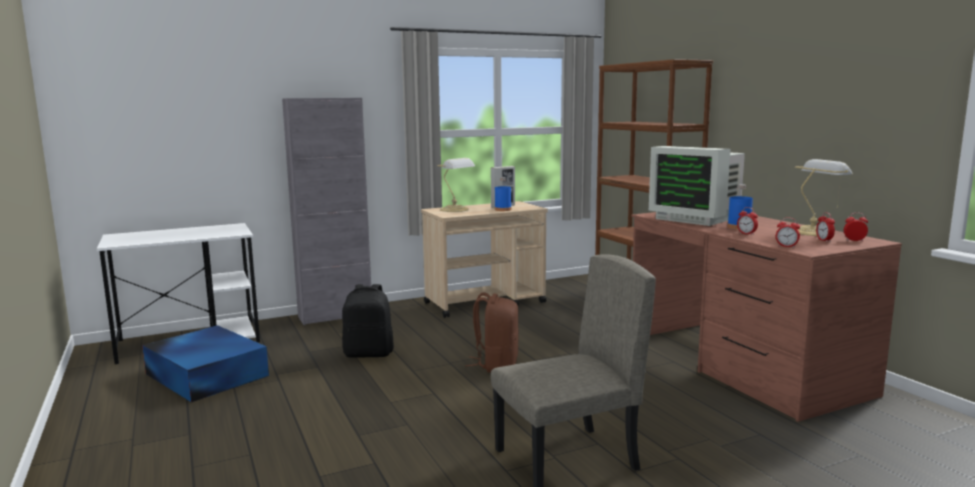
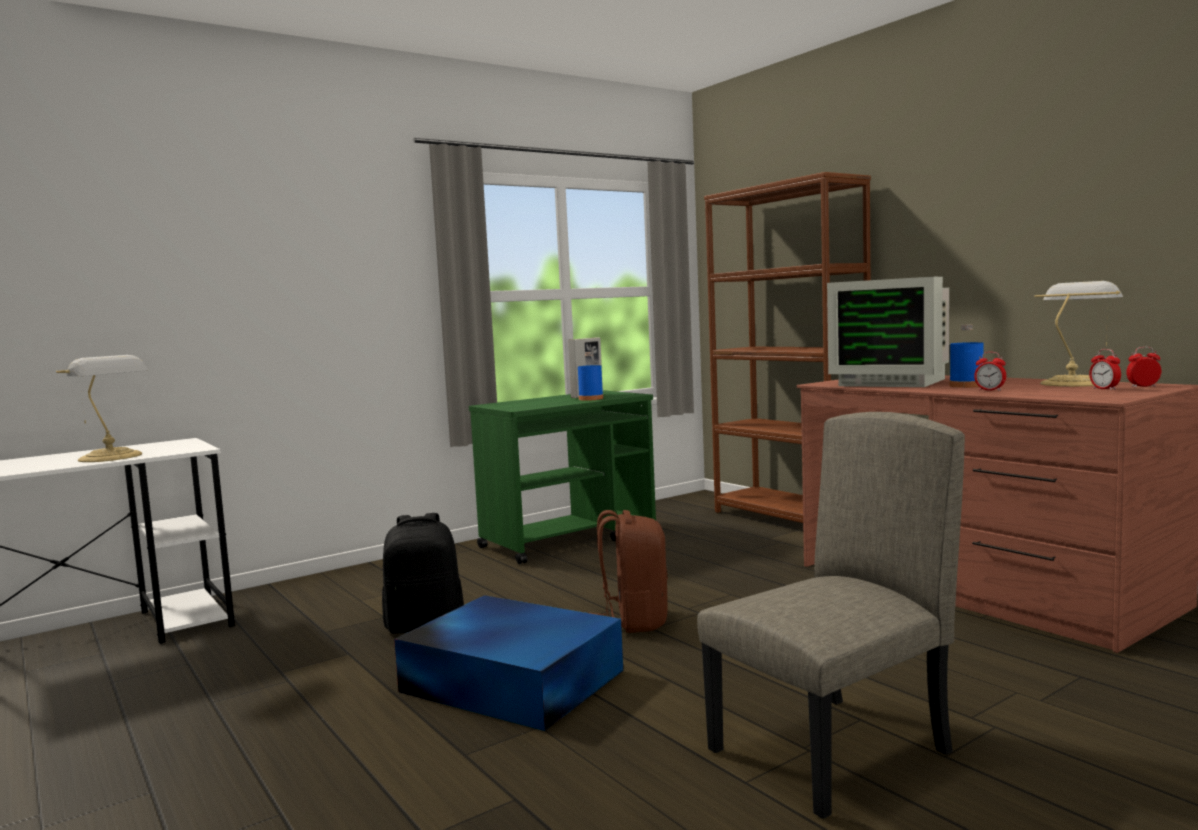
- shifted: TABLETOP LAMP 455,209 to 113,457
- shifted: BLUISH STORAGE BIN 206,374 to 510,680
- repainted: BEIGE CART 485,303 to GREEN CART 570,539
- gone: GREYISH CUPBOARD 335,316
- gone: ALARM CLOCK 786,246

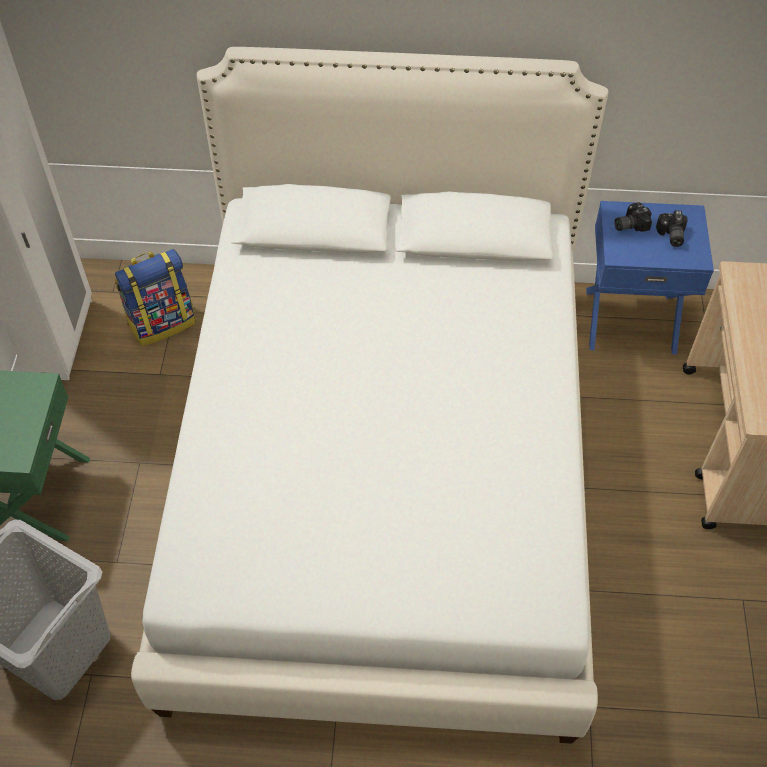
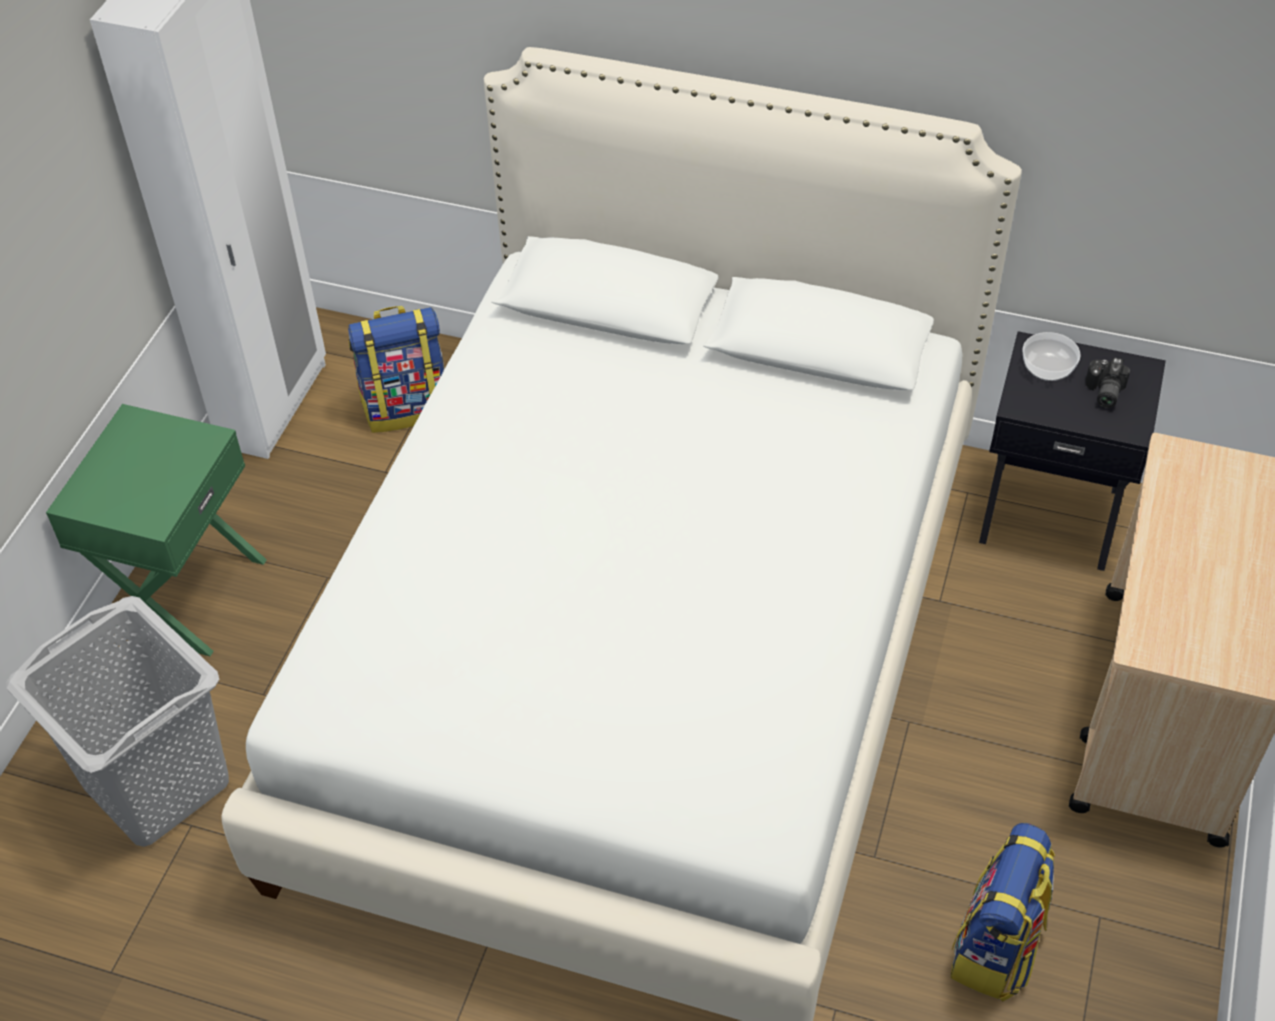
- new: KNAPSACK 996,949
- repainted: BLUISH NIGHTSTAND 630,319 to BLACKISH NIGHTSTAND 1050,512
- swapped: STILL CAMERA 629,224 to SERVING BOWL 1048,368

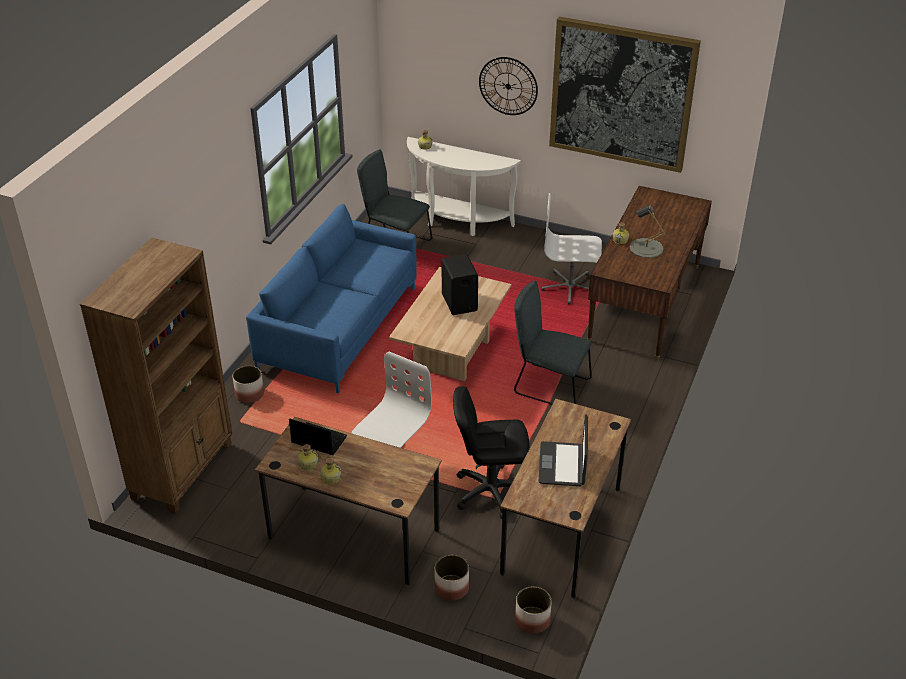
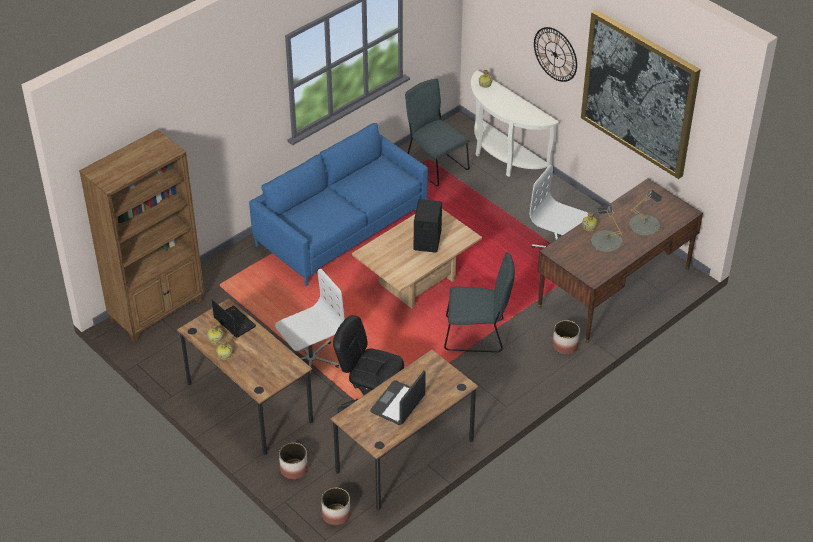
- rotated: GREYISH CHAIR 548,386 = 477,335 135 degrees clockwise
- shifted: PLANTER 249,394 to 565,345
- new: GREYISH TABLETOP LAMP 644,225

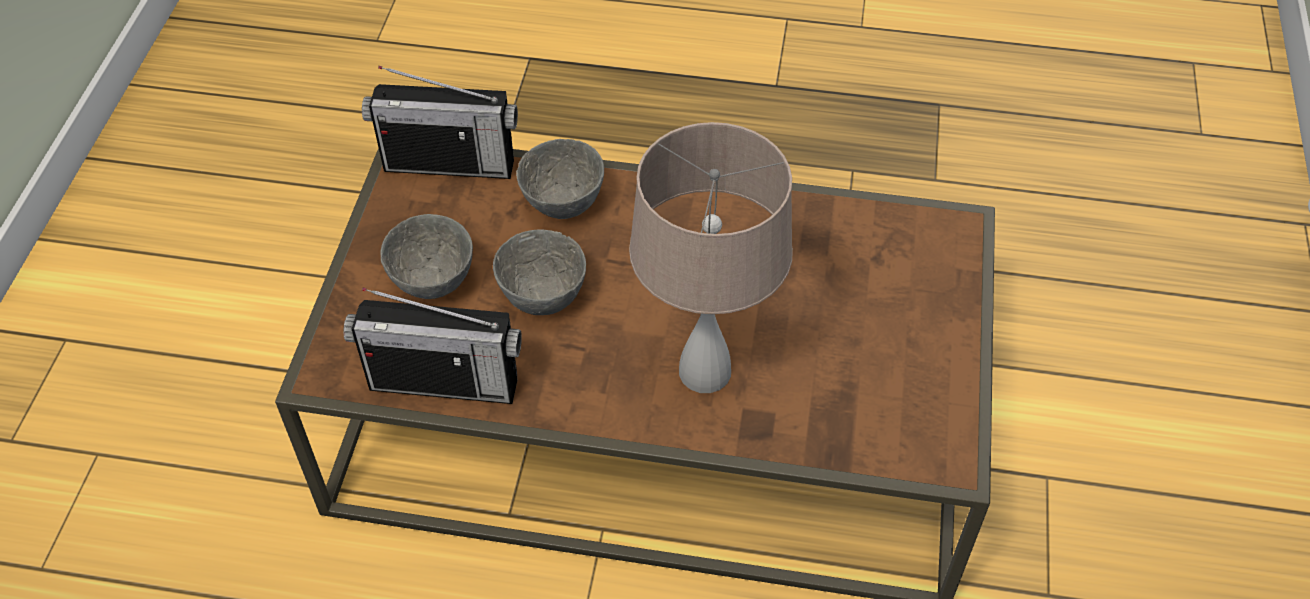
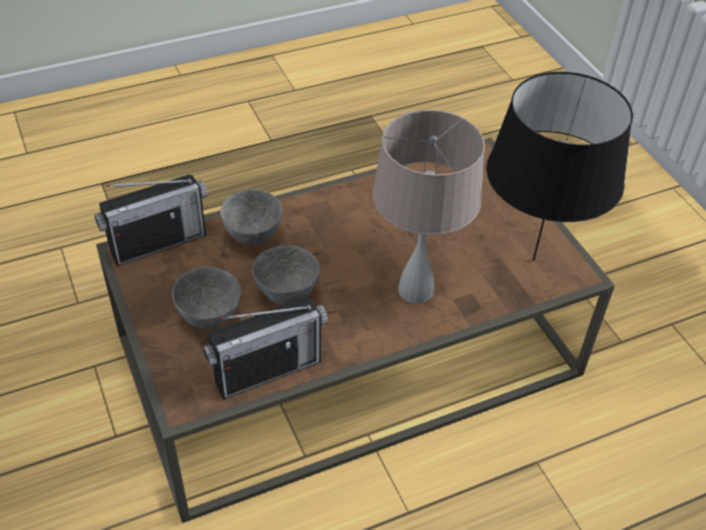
- new: BLACKISH TABLETOP LAMP 533,260

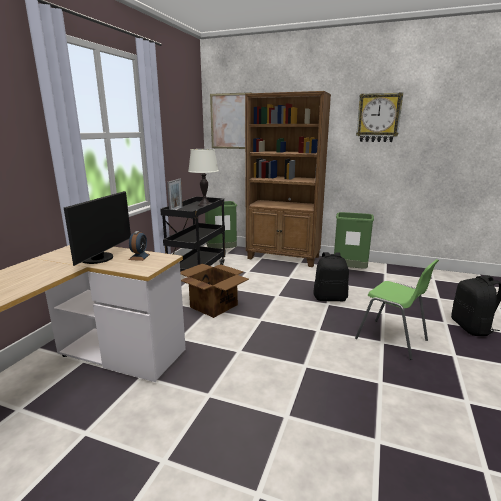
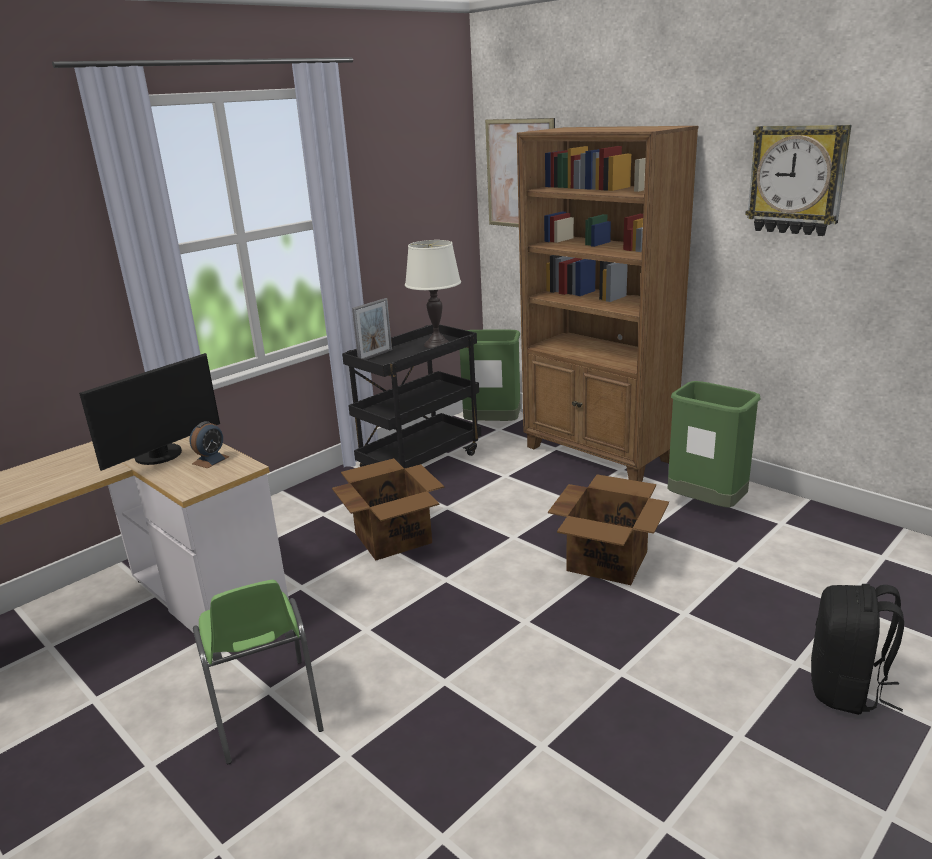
- shifted: GREEN CHAIR 392,339 to 265,710
- swapped: BLACKISH KNAPSACK 330,298 to PACKING BOX 608,560

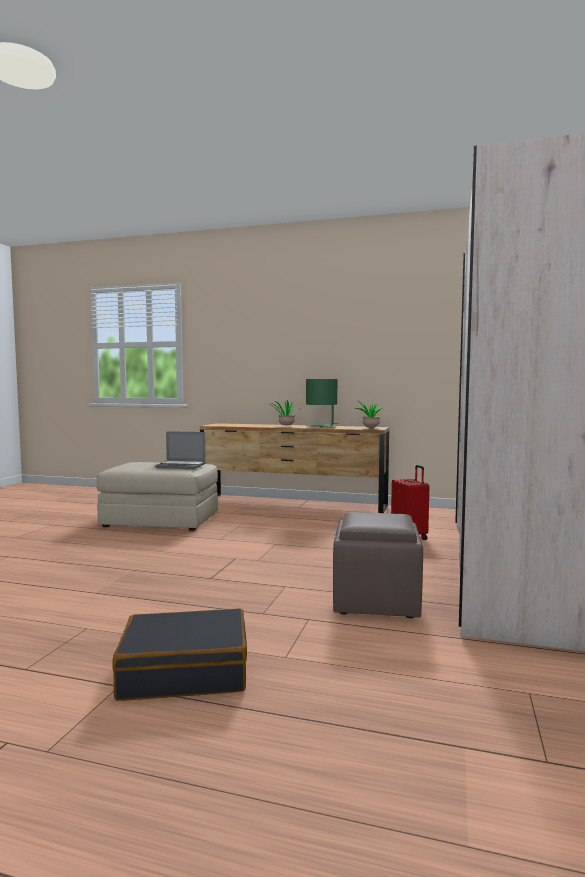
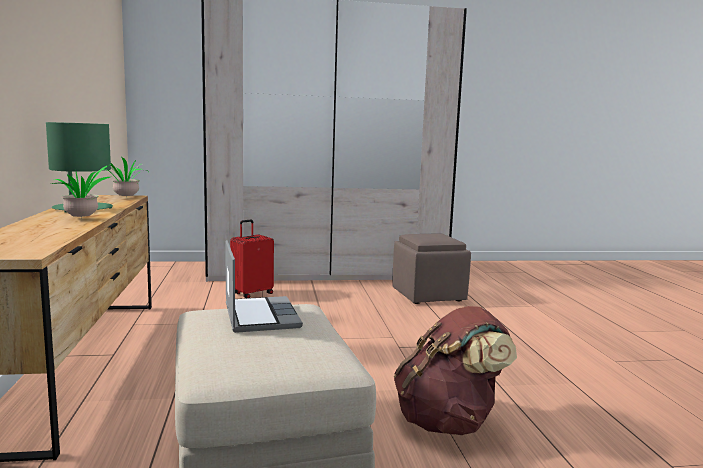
- new: BROWN-COLOURED KNAPSACK 448,423
- gone: BLACKISH SUITCASE 185,671

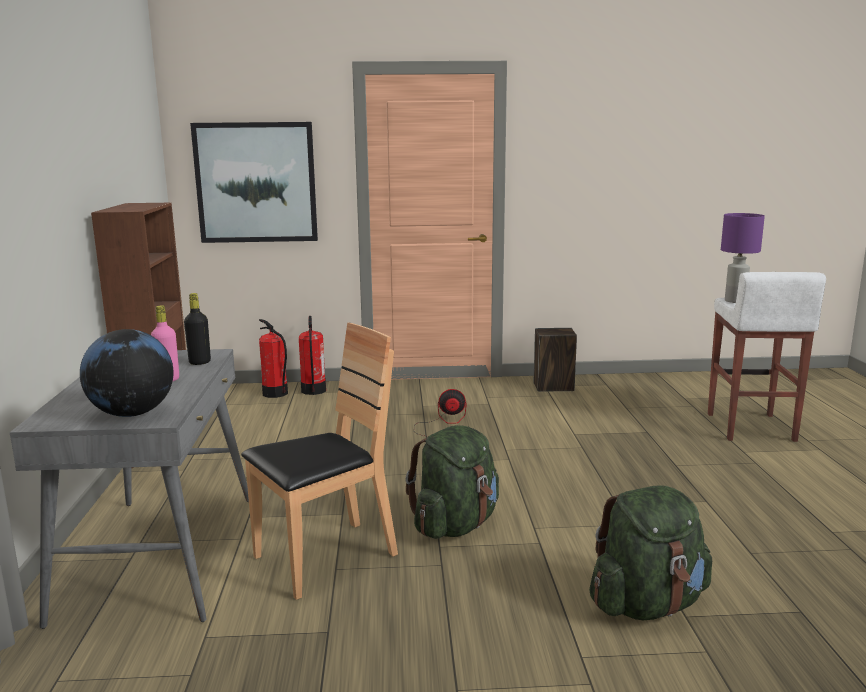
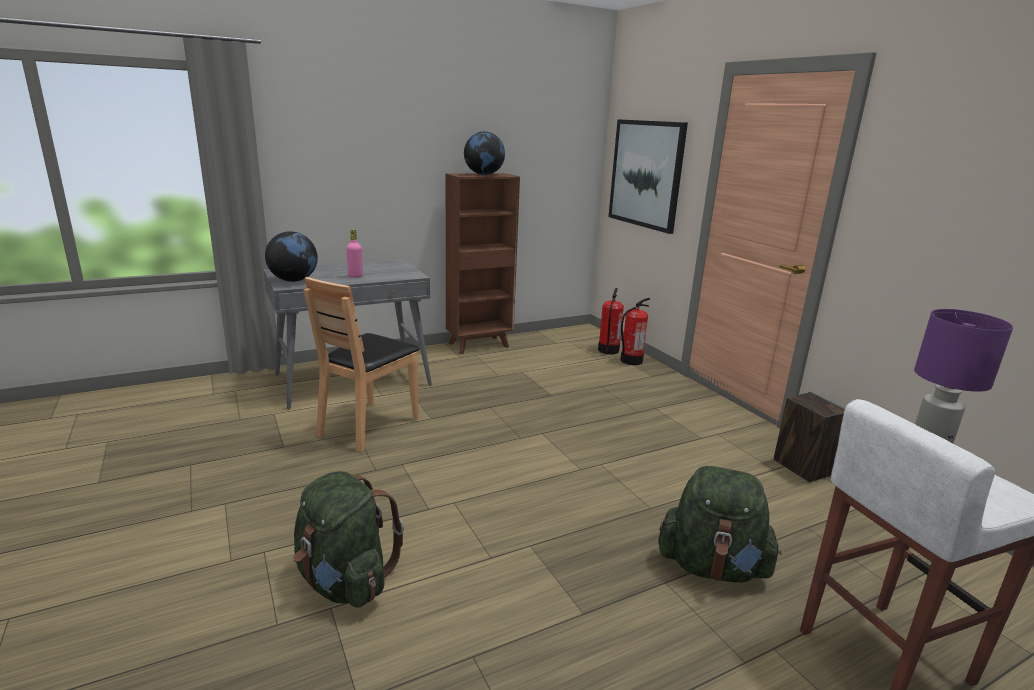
- rotated: BROWN-COLOURED CHAIR 325,558 = 368,426 90 degrees clockwise
- new: GLOBE 484,174
- shifted: GREEN KNAPSACK 455,525 to 712,567
- gone: BLACKISH BOTTLE 200,362
- gone: FAN 442,424

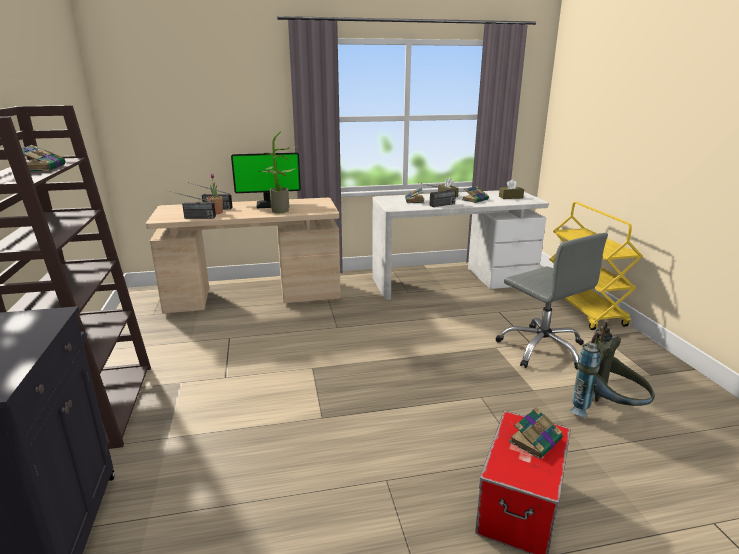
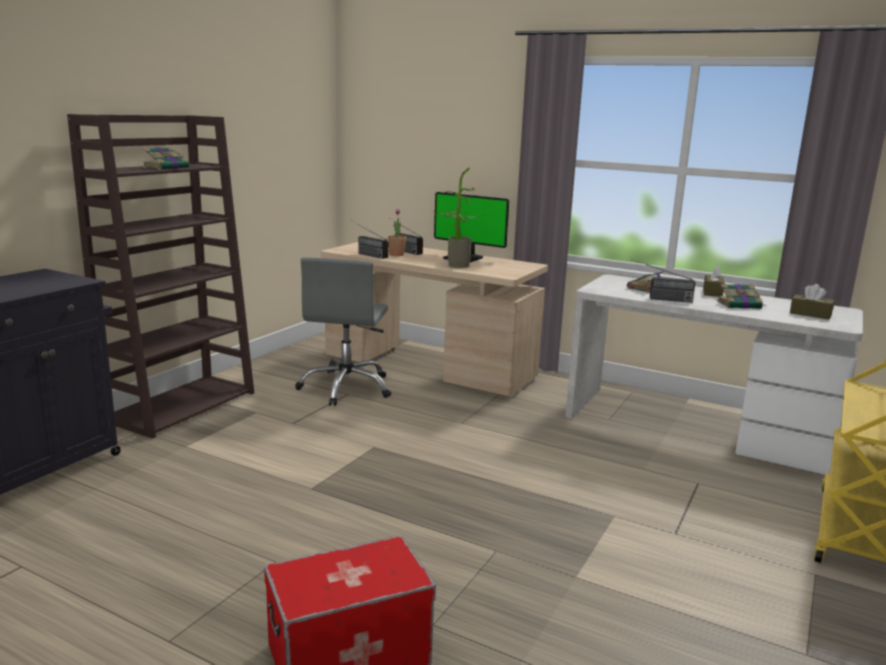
- shifted: GREYISH DESK CHAIR 542,349 to 346,387
- gone: BOOK 536,440
- gone: GREYISH KNAPSACK 607,413

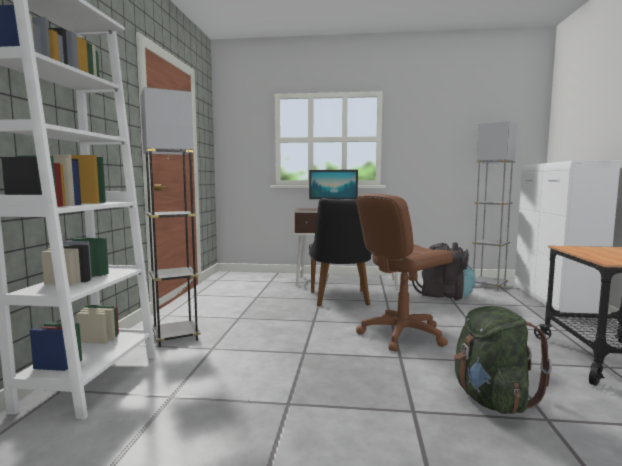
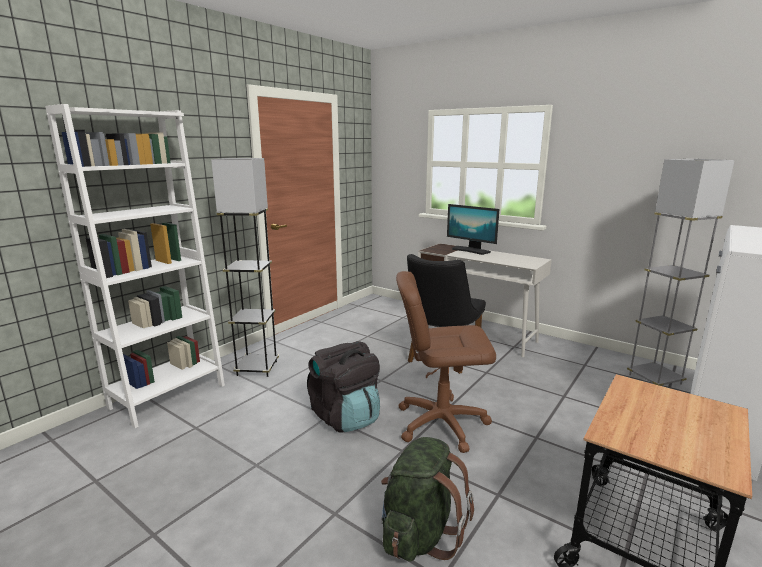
- shifted: BLACKISH KNAPSACK 444,295 to 345,416

